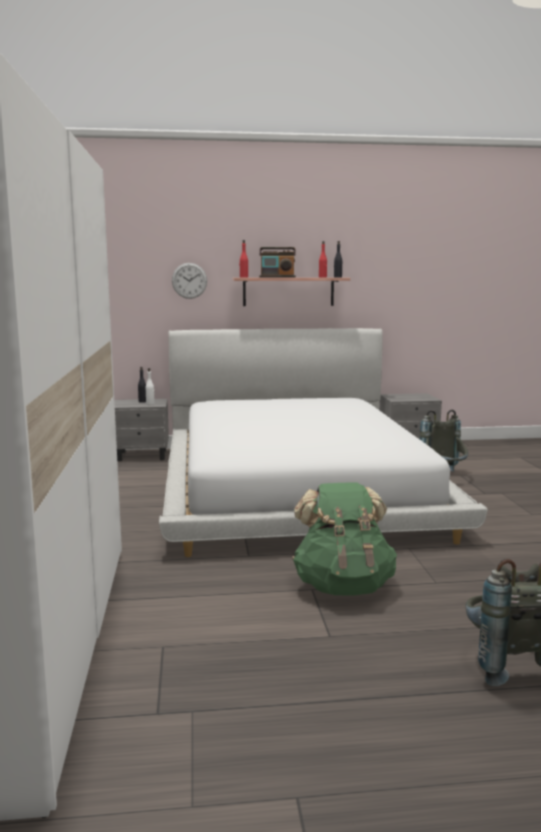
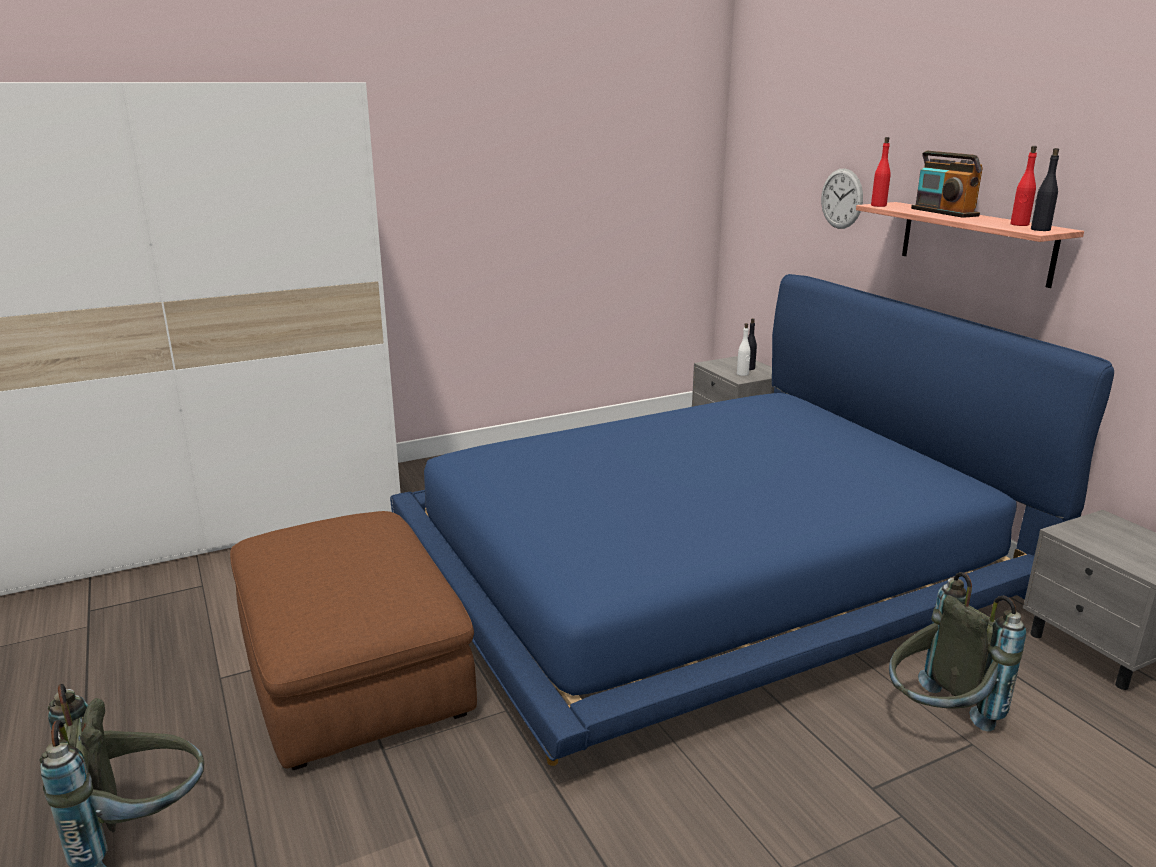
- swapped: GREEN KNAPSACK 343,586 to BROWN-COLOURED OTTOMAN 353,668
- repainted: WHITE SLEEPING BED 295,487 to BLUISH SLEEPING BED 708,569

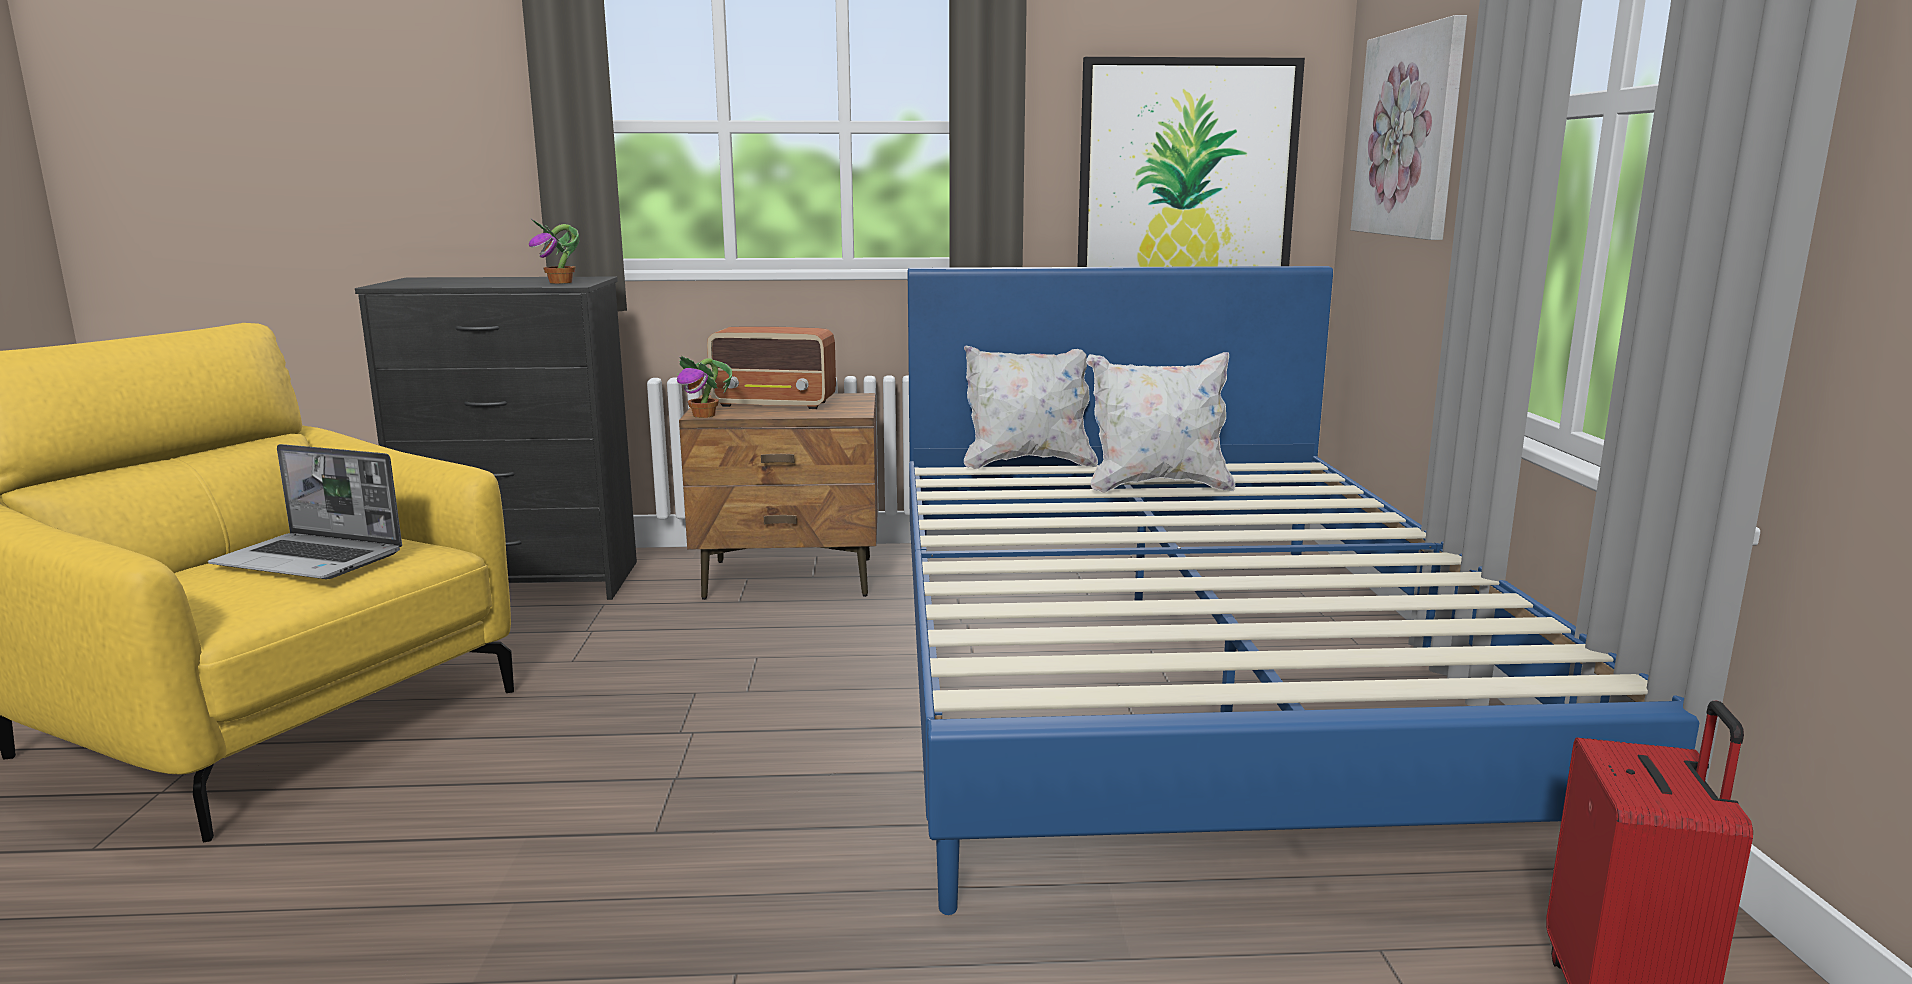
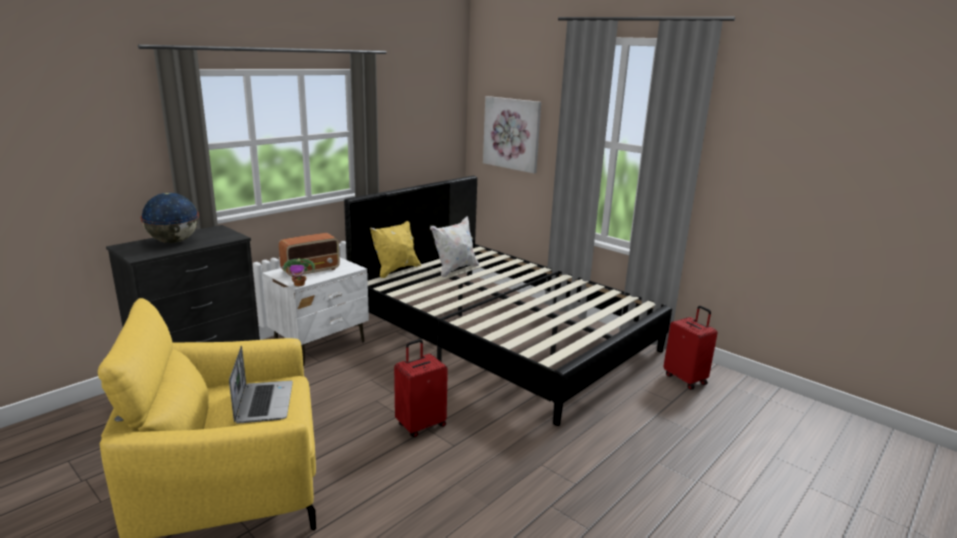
- new: GLOBE 173,242
- rotated: PORTABLE COMPUTER 312,560 = 263,402 75 degrees counterclockwise
- repainted: BROWN-COLOURED NIGHTSTAND 791,578 to WHITE NIGHTSTAND 321,344
- repainted: BLUISH SLEEPING BED 1179,673 to BLACKISH SLEEPING BED 502,334
- repainted: WHITE THROW PILLOW 1027,463 to YELLOW-COLOURED THROW PILLOW 395,270
- new: RED SUITCASE 420,425
- gone: POTTED PLANT 561,282
- gone: WALL ART 1186,172

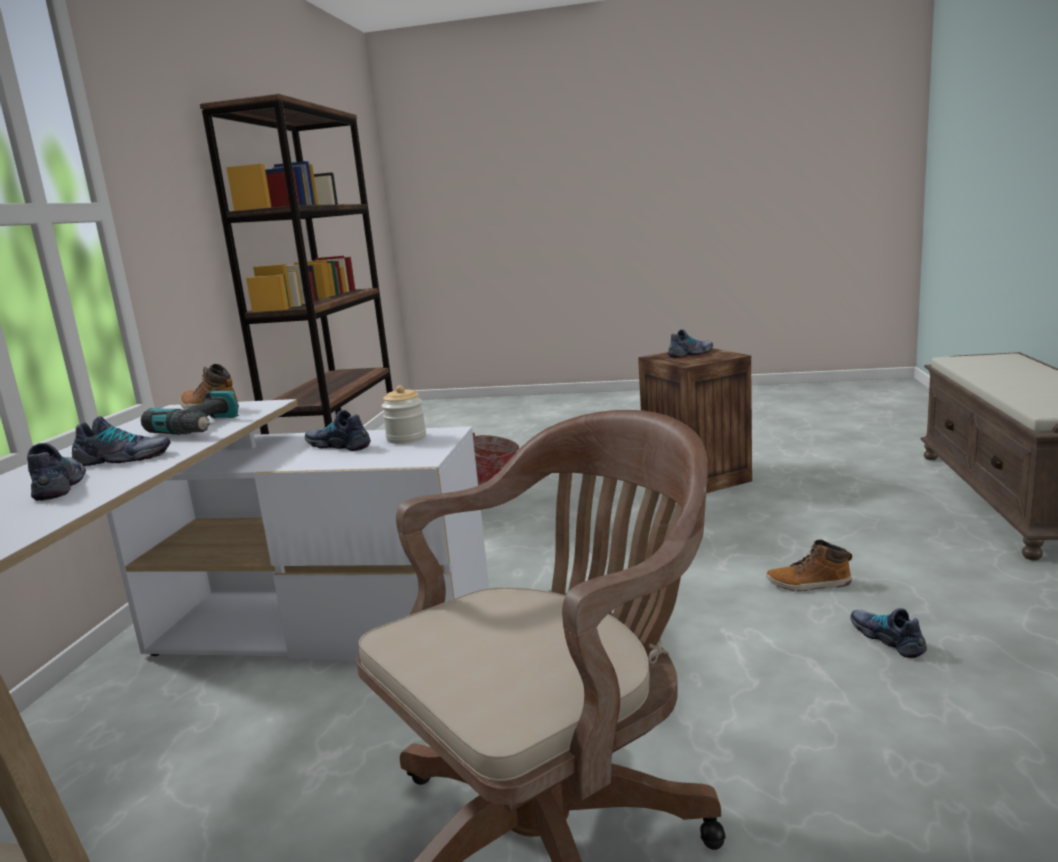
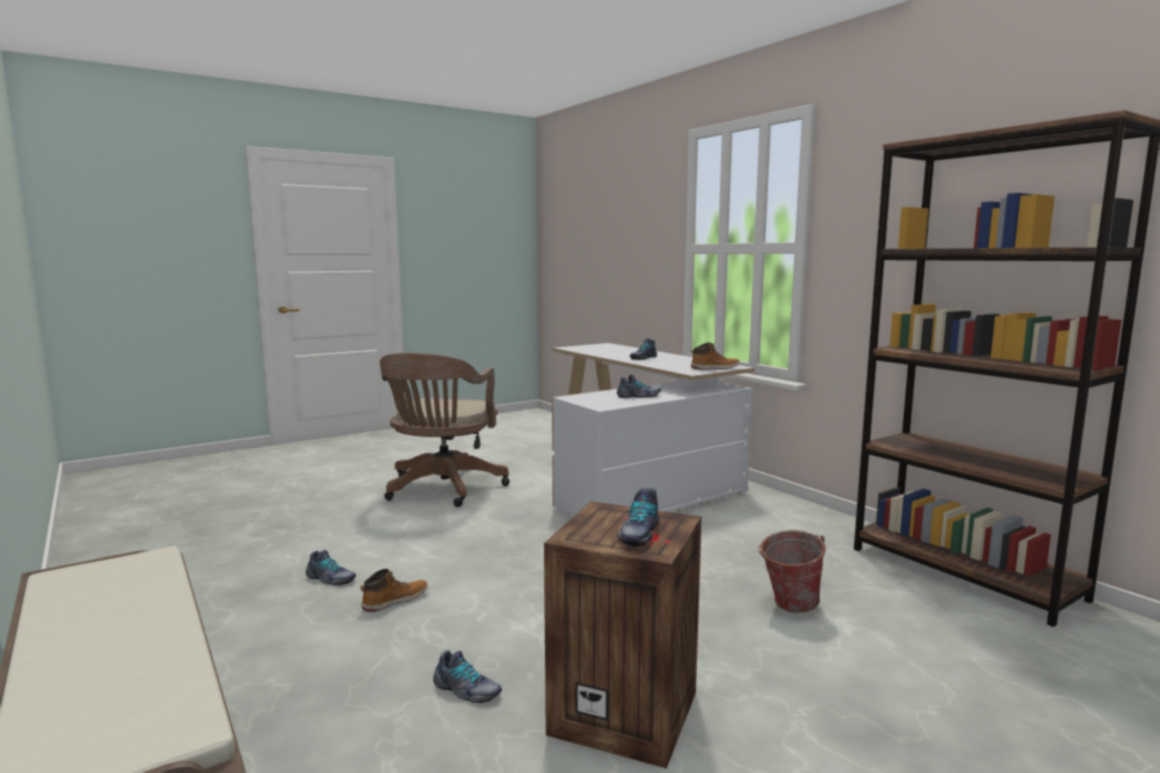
- shifted: SHOE 60,485 to 466,691
- gone: POWER DRILL 203,428
- gone: JAR 406,438

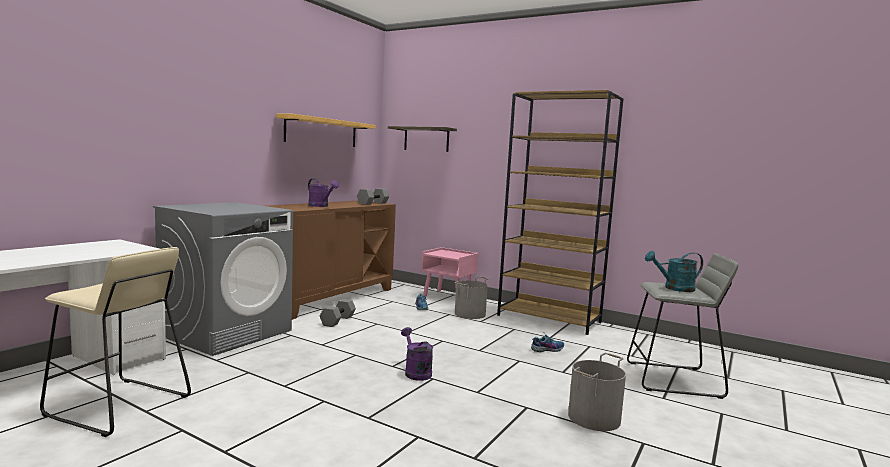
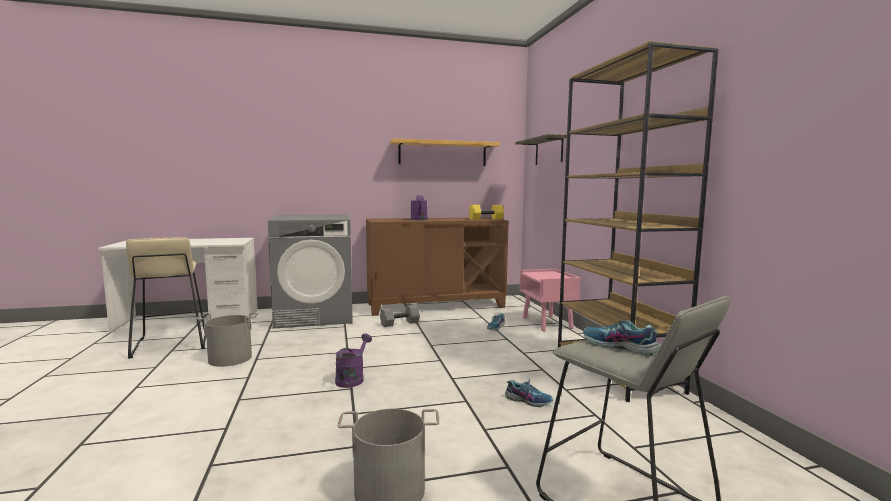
- shifted: GREYISH PAIL 469,314 to 230,358
- repainted: GREYISH HAND WEIGHT 372,203 to YELLOW-COLOURED HAND WEIGHT 486,219
- swapped: TURQUOISE-COLOURED SPRINKLING CAN 674,288 to SHOE 618,346

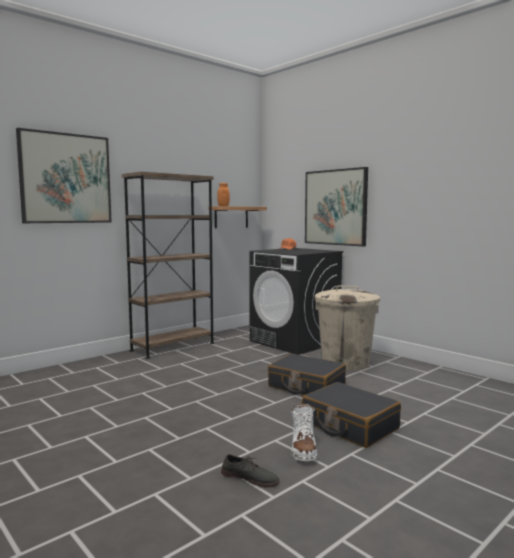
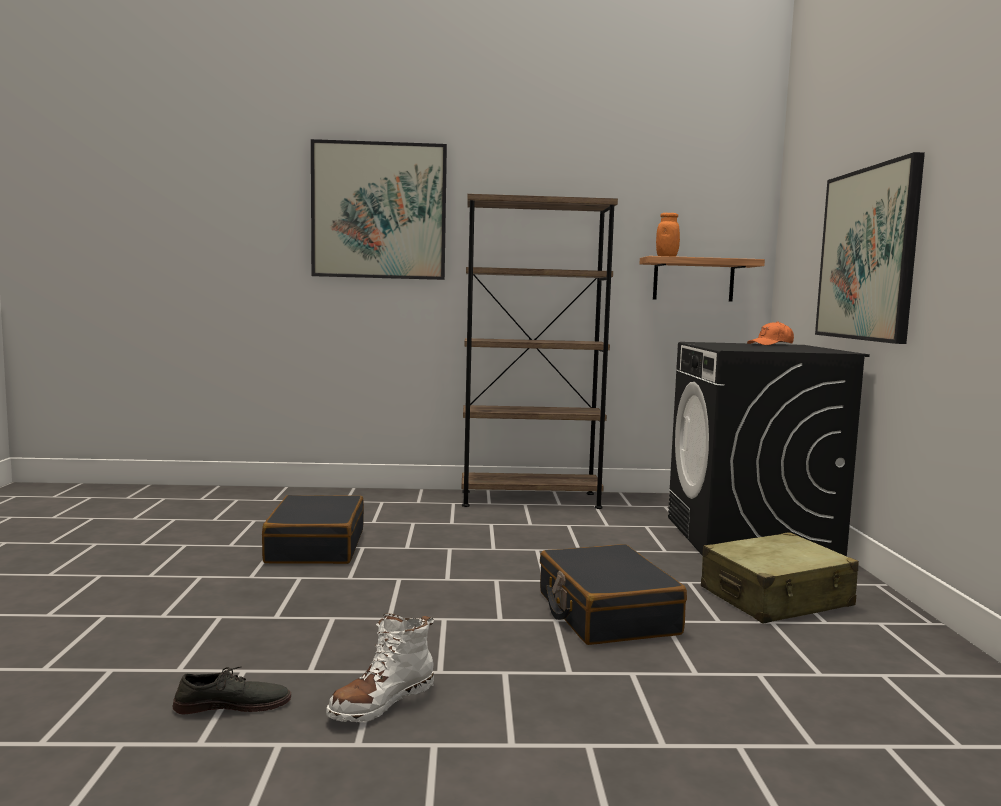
- rotated: GREYISH SHOE 250,478 = 233,704 75 degrees counterclockwise
- shifted: BLACKISH SUITCASE 349,425 to 315,546
- swapped: BEIGE RUBBISH BIN 345,362 to BEIGE SUITCASE 776,598

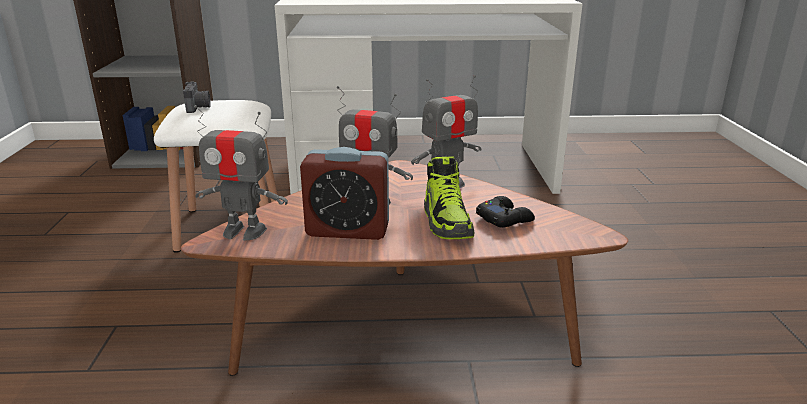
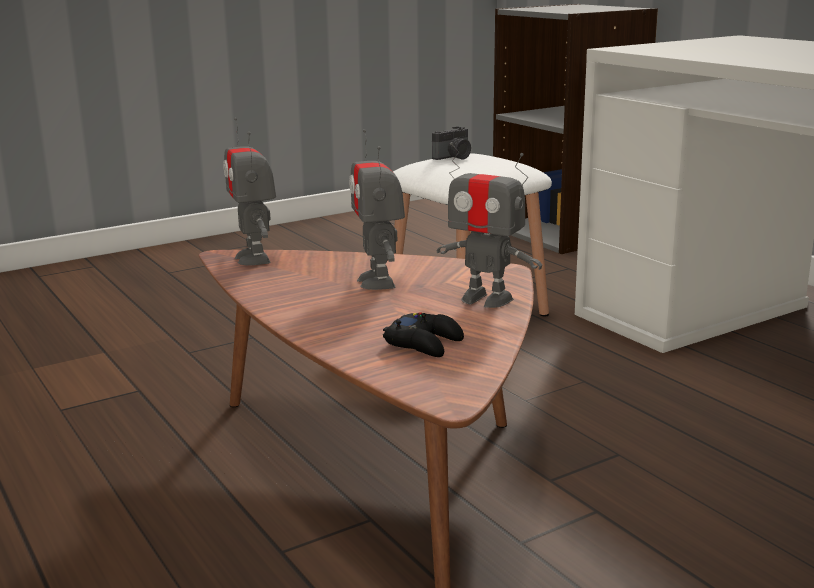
- gone: ALARM CLOCK 347,230
- gone: SHOE 447,222

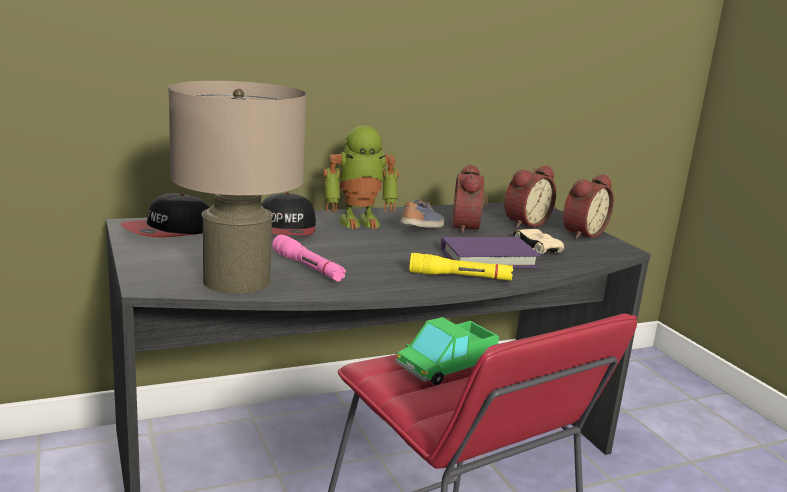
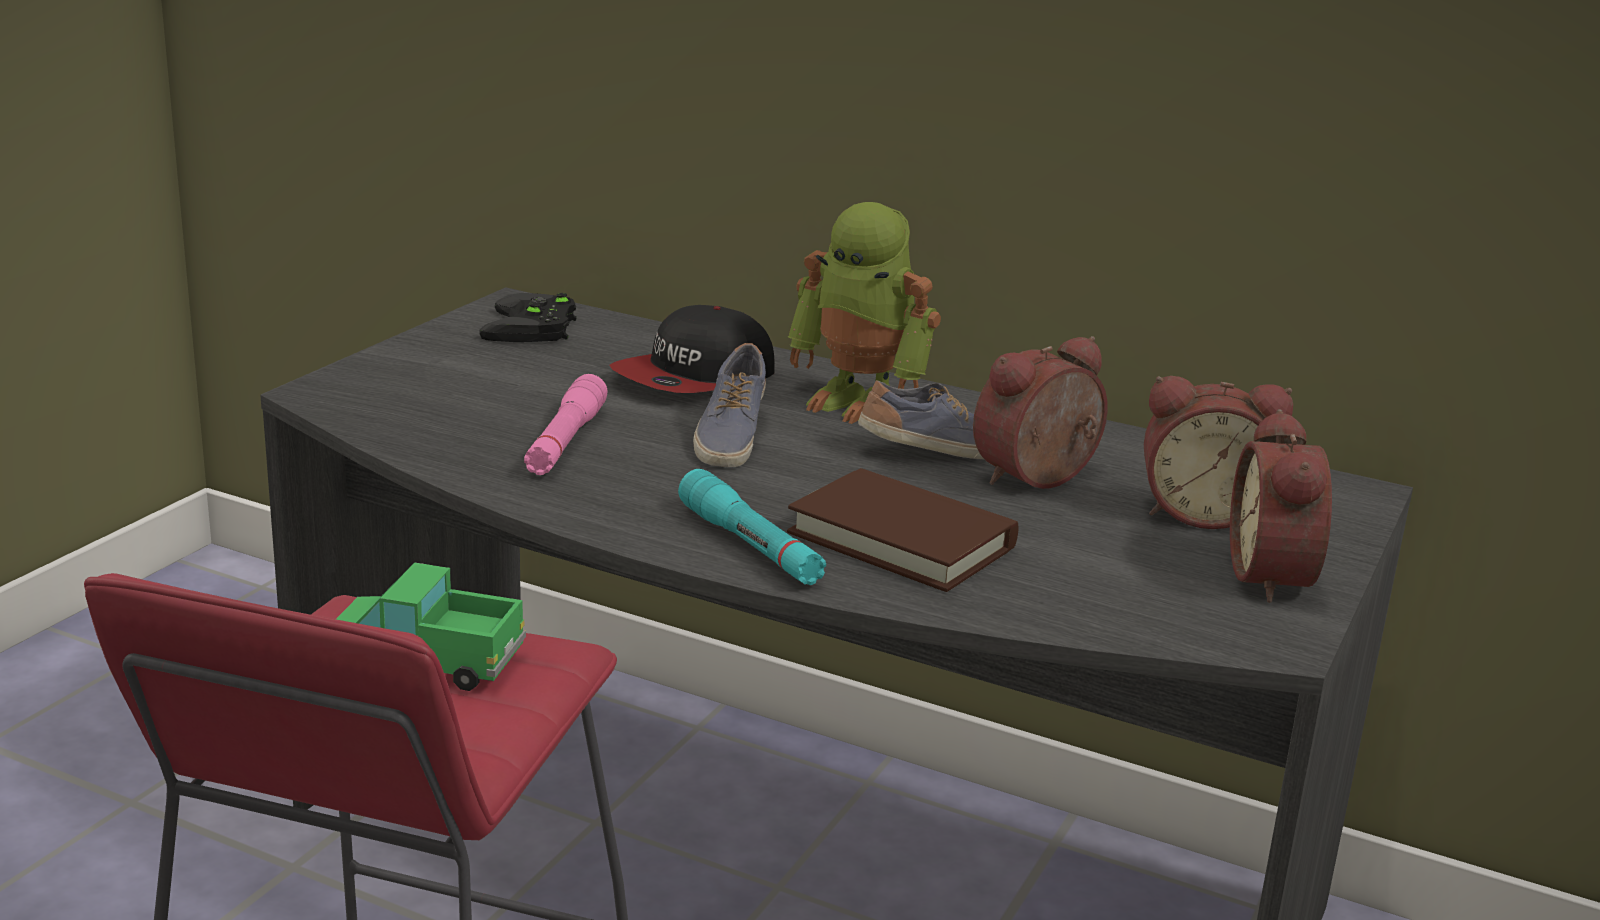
- swapped: BASEBALL CAP 170,231 to BLACKISH JOYPAD 533,328
- repainted: YELLOW-COLOURED HAND TORCH 460,277 to TURQUOISE-COLOURED HAND TORCH 750,546
- new: SHOE 730,436
- repainted: PURPLISH BOOK 488,258 to BROWN-COLOURED BOOK 901,540
- rotated: ALARM CLOCK 581,233 = 1277,577 90 degrees clockwise
- gone: BEIGE TABLETOP LAMP 237,280
- gone: BEIGE MINIATURE CAR 536,246

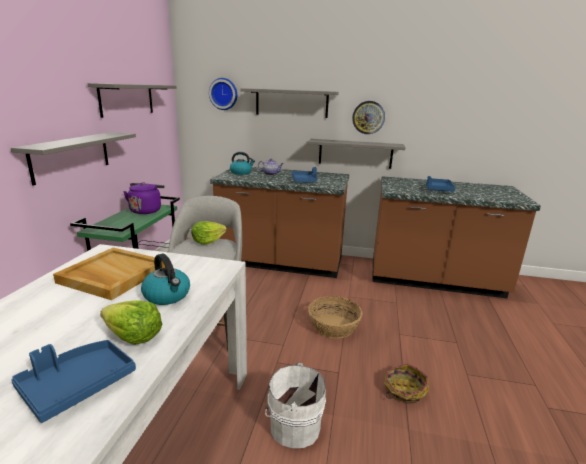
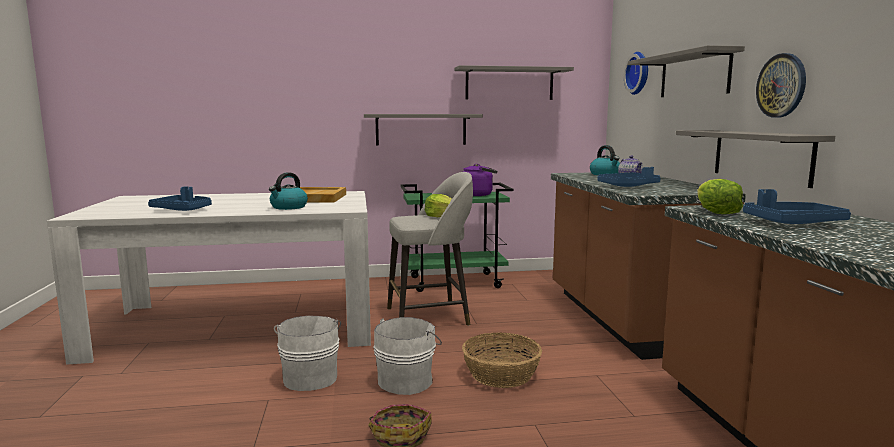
- new: WHITE PAIL 407,380
- shifted: LETTUCE 133,336 to 715,212

